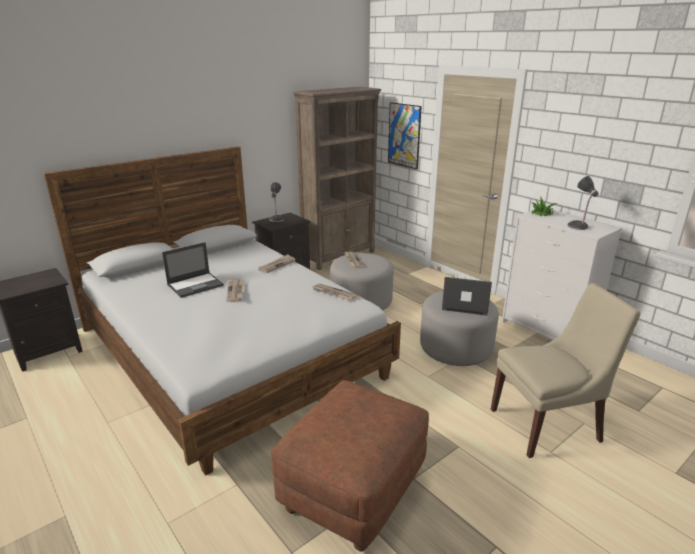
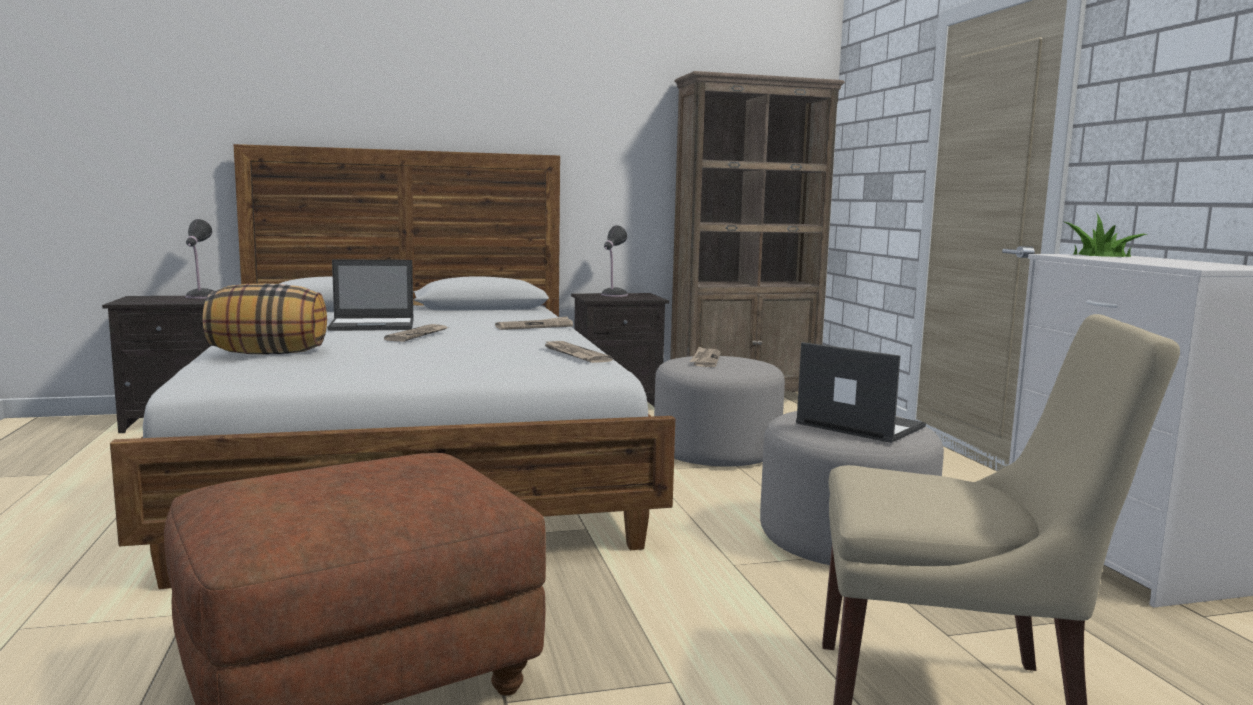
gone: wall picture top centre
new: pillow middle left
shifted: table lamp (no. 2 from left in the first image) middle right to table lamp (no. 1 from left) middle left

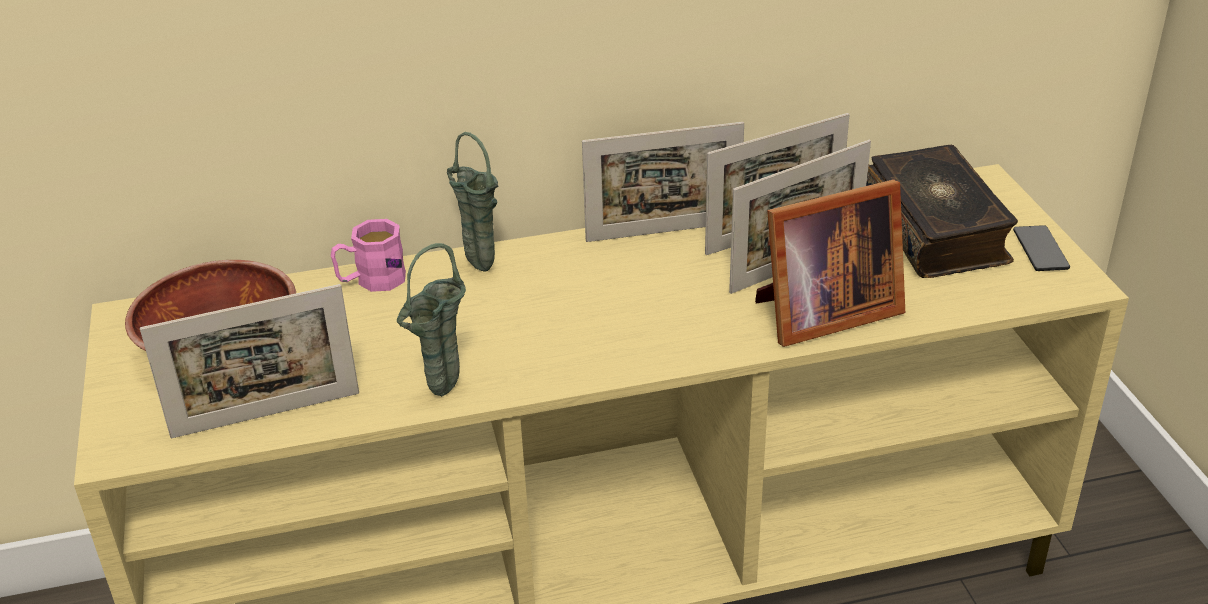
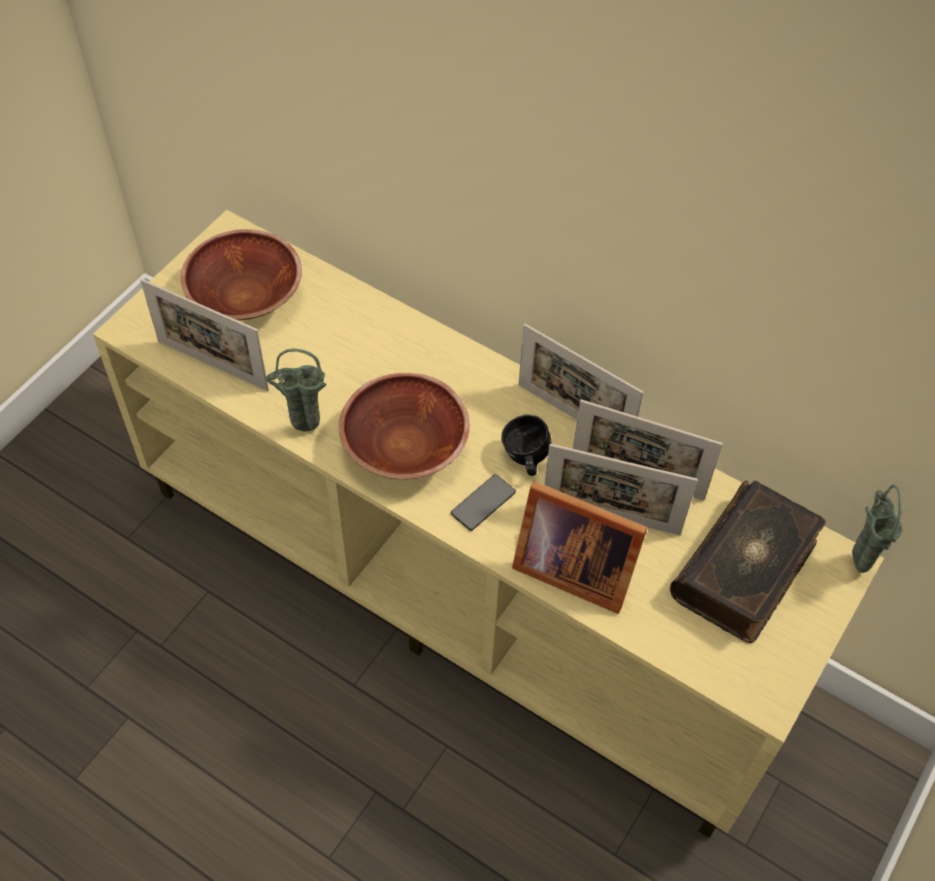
gone: tea mug (pinkish) middle left
new: bowl (brownish) (no. 2 from left) centre; tea mug (blackish) centre
shifted: vase (greenish) (no. 2 from left) centre to middle right; handset middle right to centre

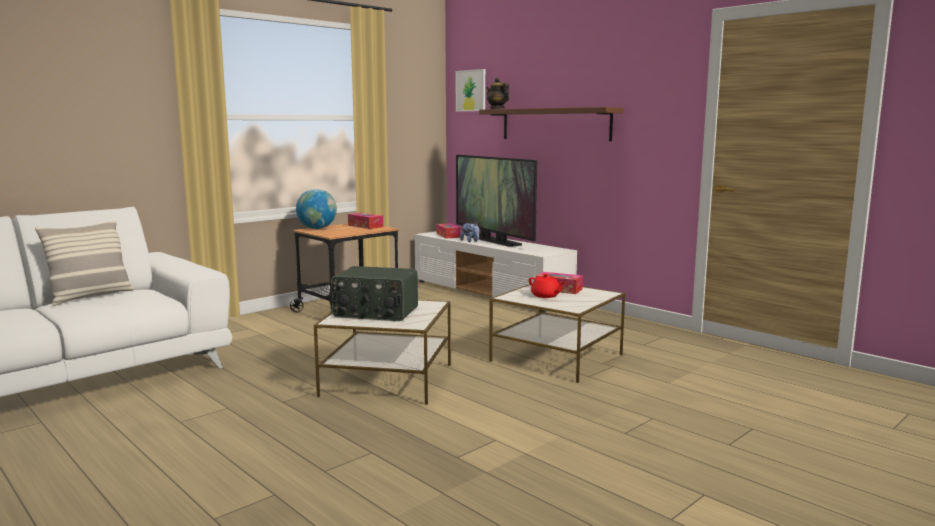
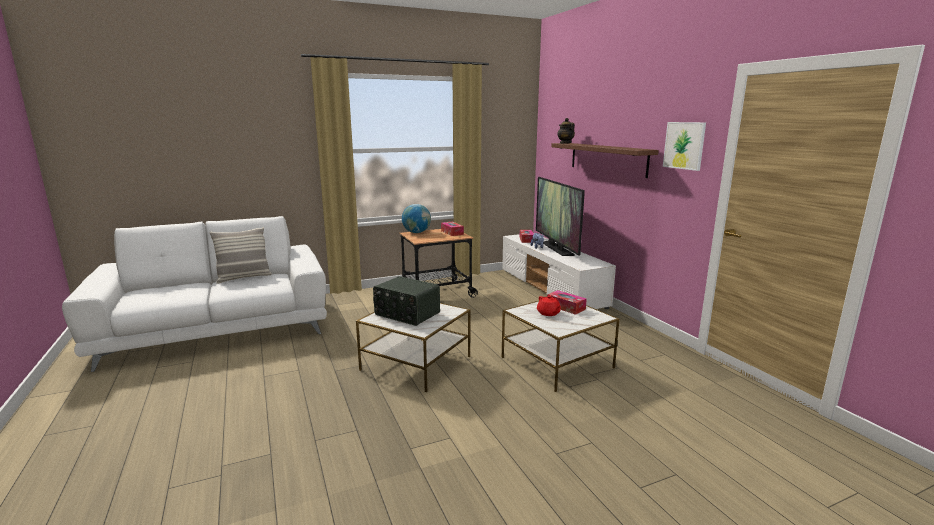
shifted: wall picture top centre to top right

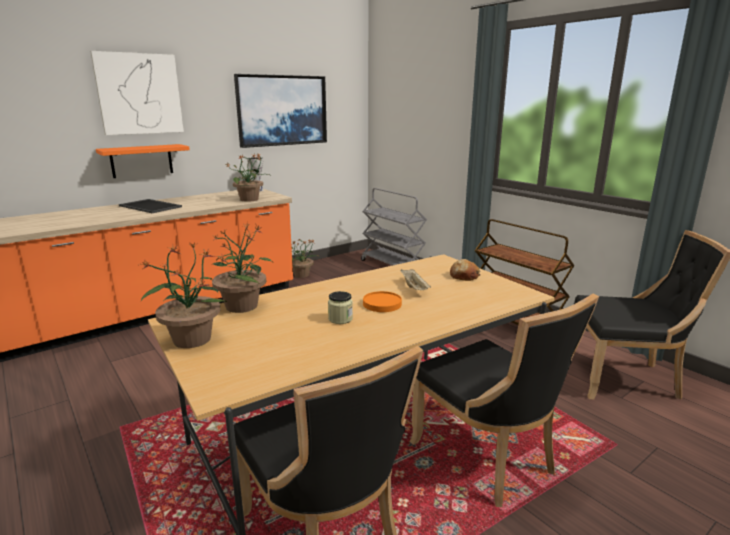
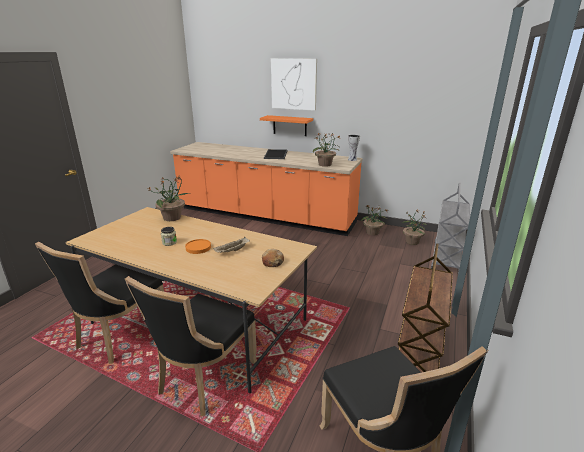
gone: wall picture (no. 2 from left) top centre
shifted: potted plant (no. 1 from left in the first image) middle left to potted plant (no. 4 from left) middle right

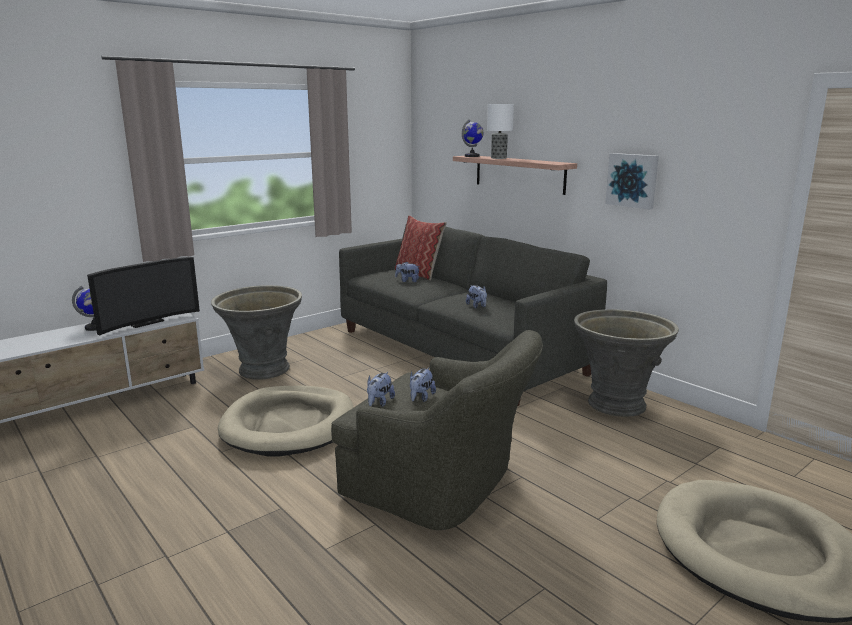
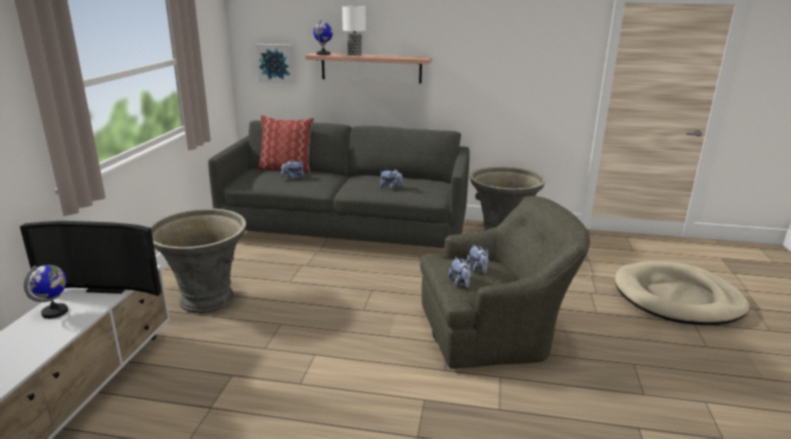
gone: pet bed (beige) (no. 1 from left) bottom centre
shifted: wall picture top right to top centre
rotated: TV set middle left = middle left 90 degrees clockwise

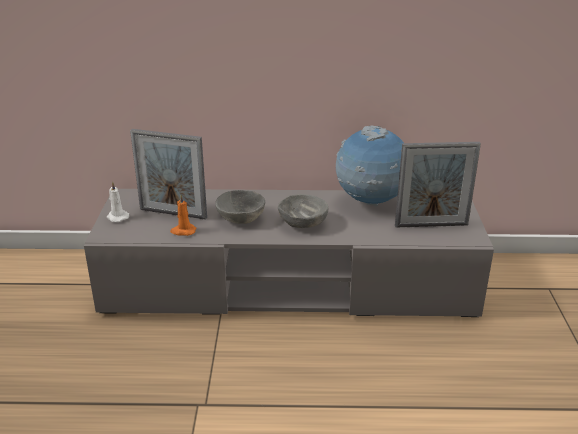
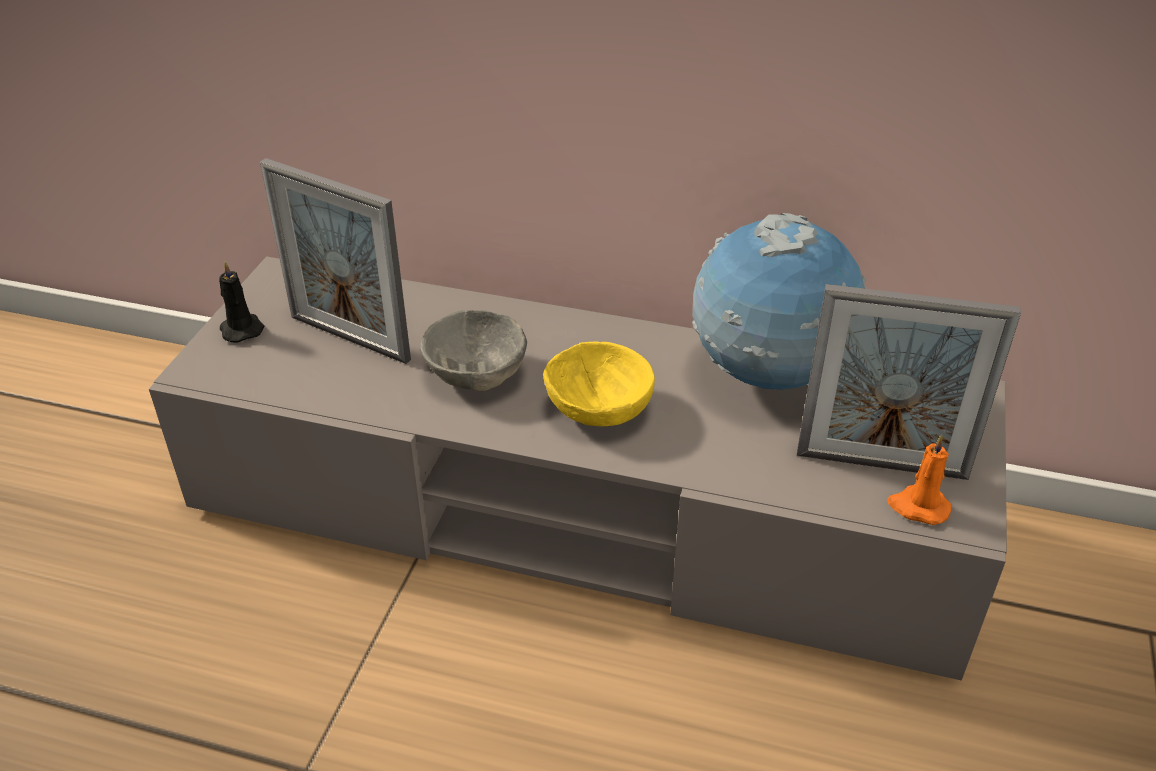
shifted: candle (orange-coloured) middle left to middle right
repainted: candle (whitish) middle left to candle (blackish) middle left; bowl (grey) (no. 2 from left) centre to bowl (yellowish) centre

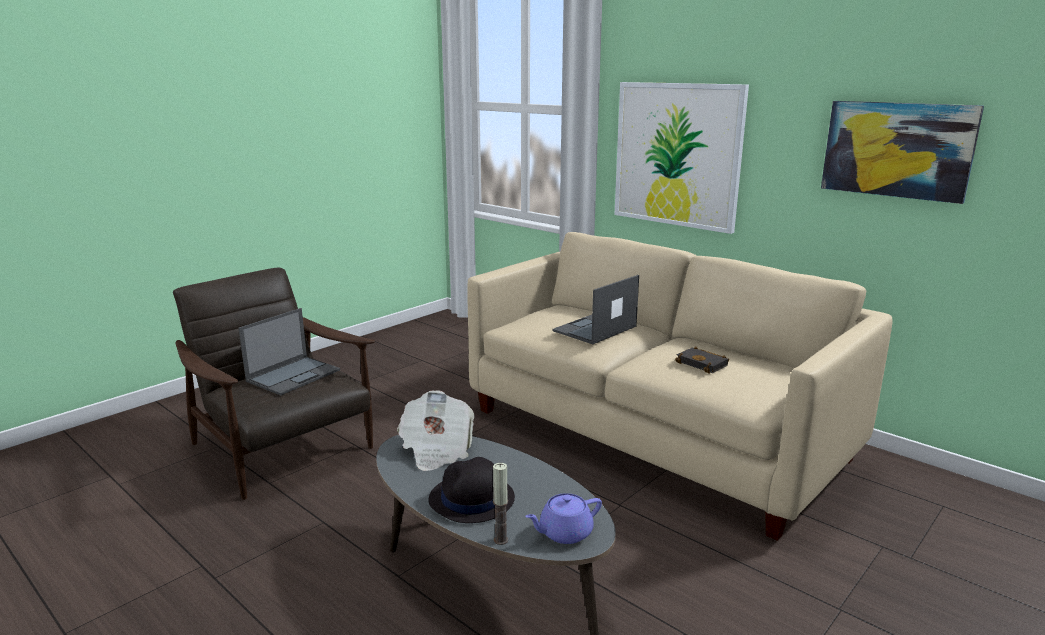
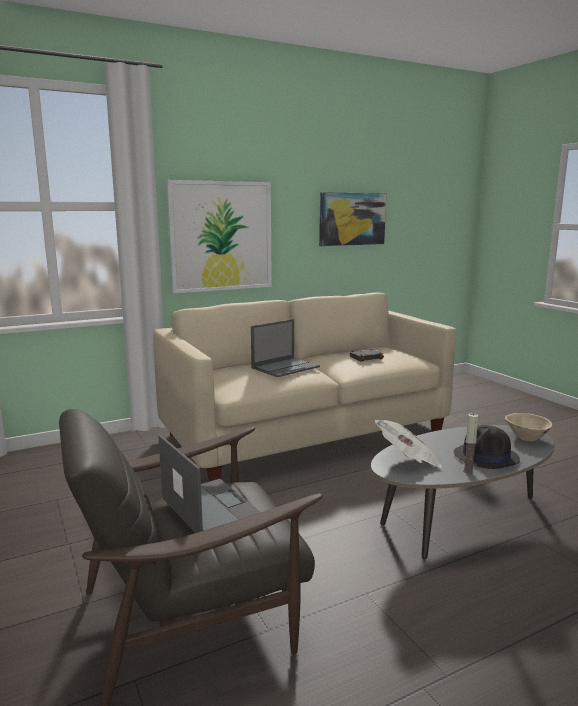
shifted: candle bottom centre to middle right
swapped: tea pot (purple) bottom centre to bowl (beige) middle right
rotated: laptop (no. 2 from left) centre = centre 105 degrees counterclockwise

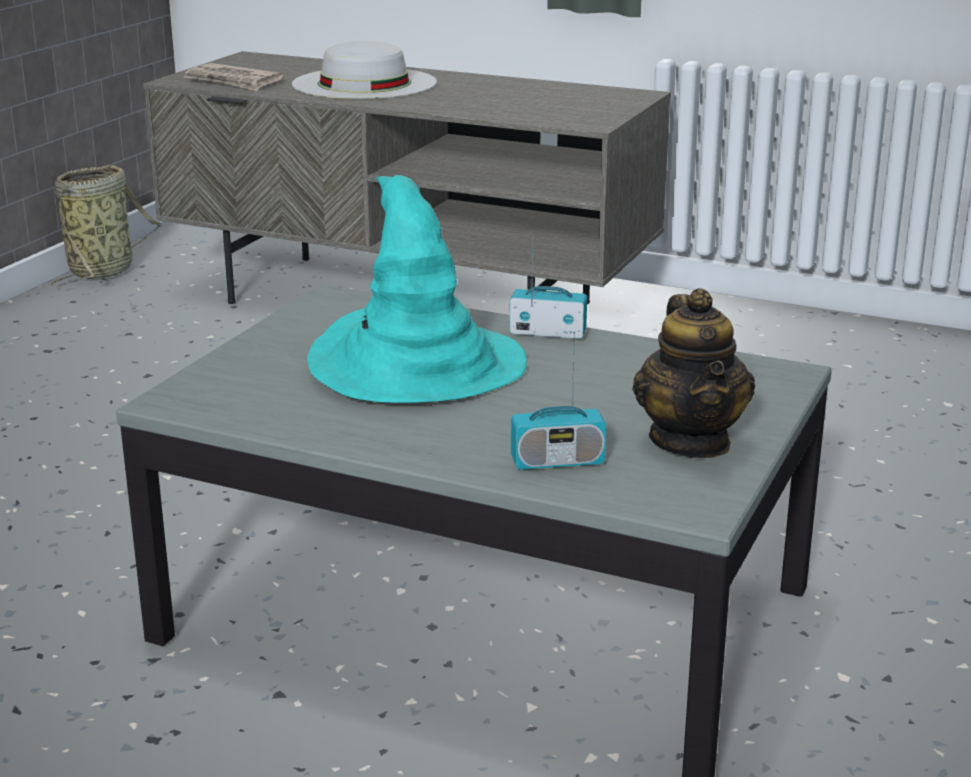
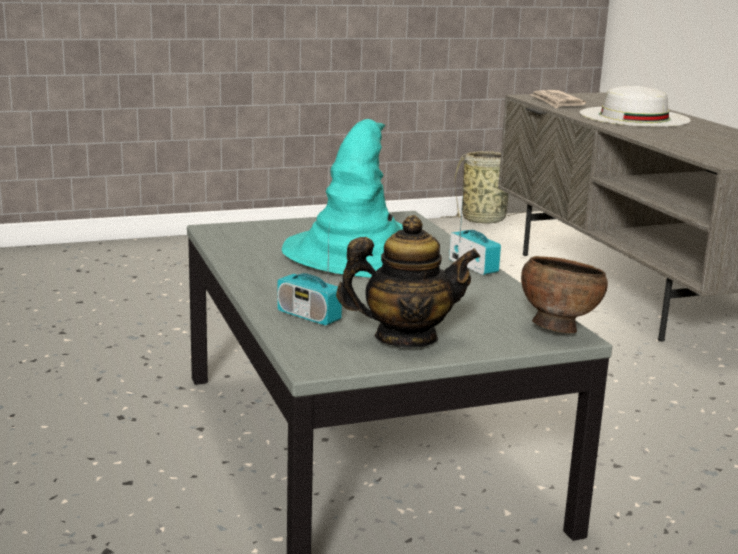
new: bowl (brownish) middle right
rotated: tea pot middle right = centre 135 degrees counterclockwise

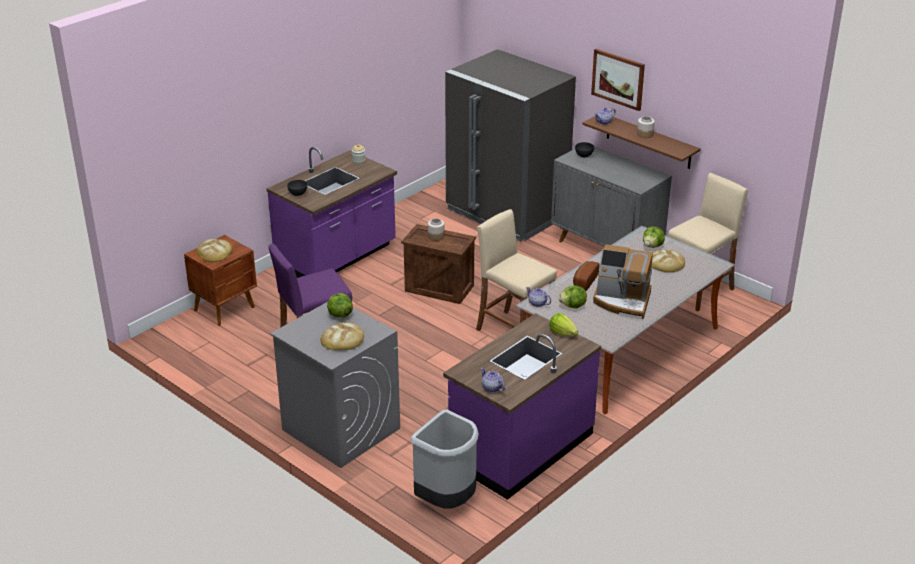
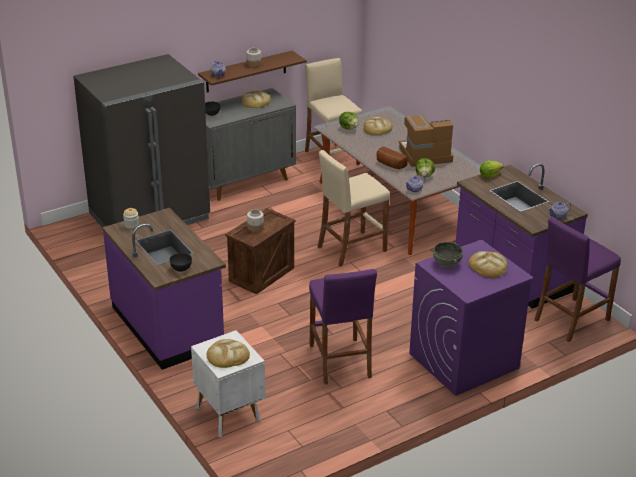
gone: wall picture top right
new: bread (no. 2 from left) top centre
swapped: lettuce head (no. 1 from left) centre to bowl (grey) (no. 3 from left) middle right; trash can (grey) bottom centre to stool seat (purple) (no. 2 from left) middle right
repainted: nightstand (brownish) middle left to nightstand (whitish) bottom centre; laundry appliance (grey) bottom centre to laundry appliance (purple) bottom right
rotated: coffee maker middle right = top right 135 degrees counterclockwise

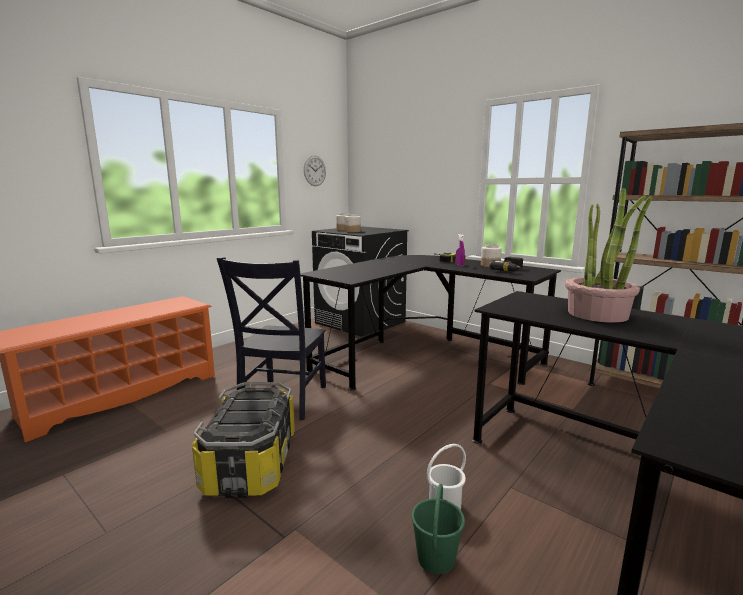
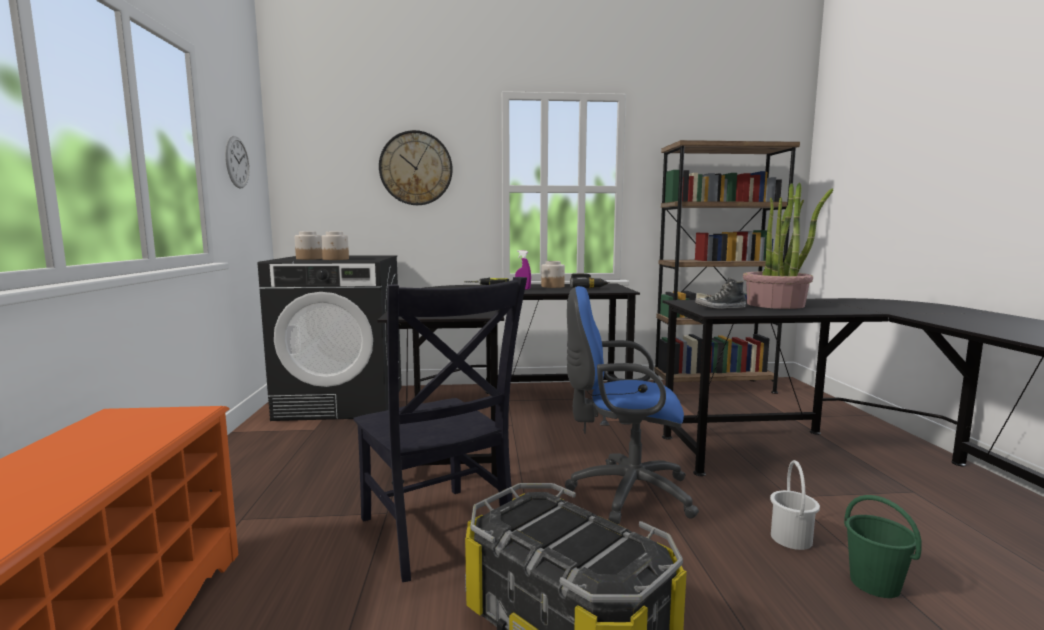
new: hanging clock (no. 2 from left) top centre; desk chair (blue-coloured) centre; low shoe middle right

